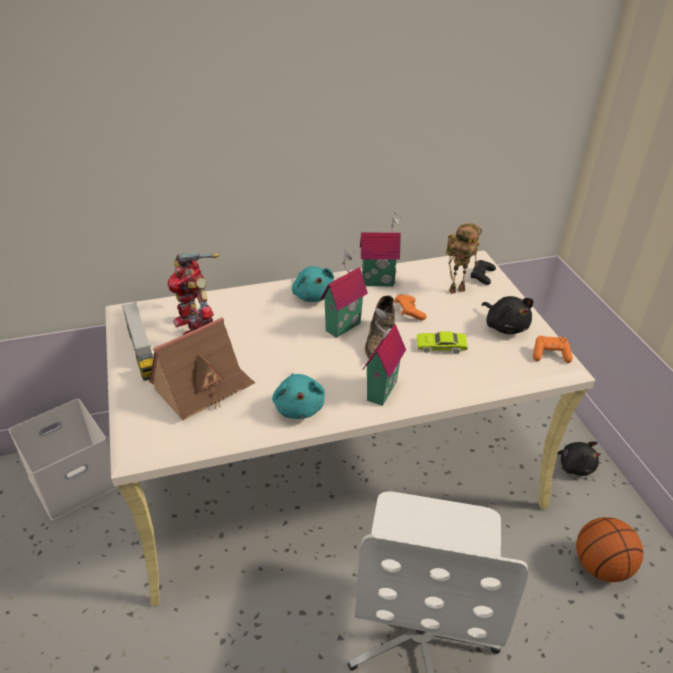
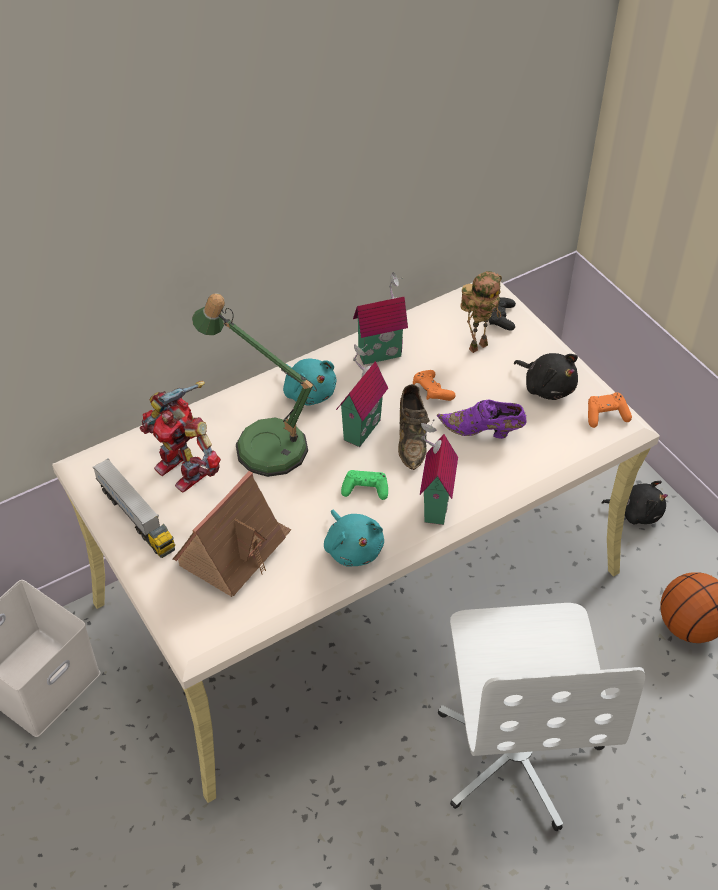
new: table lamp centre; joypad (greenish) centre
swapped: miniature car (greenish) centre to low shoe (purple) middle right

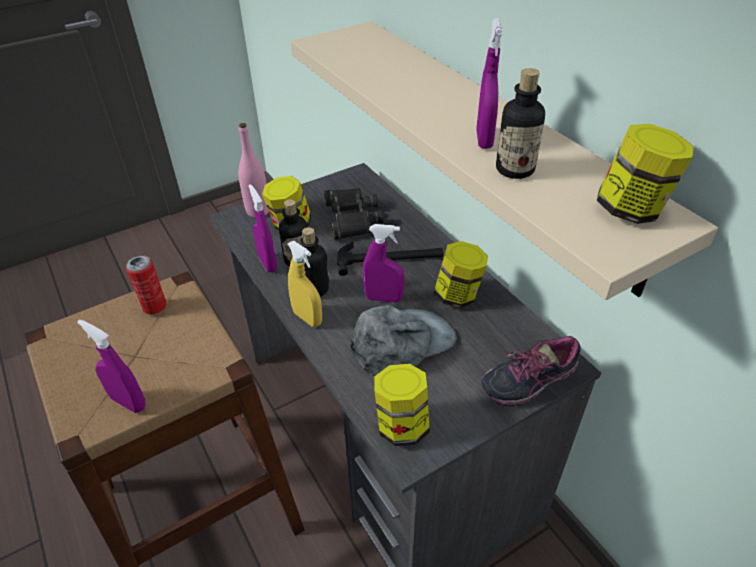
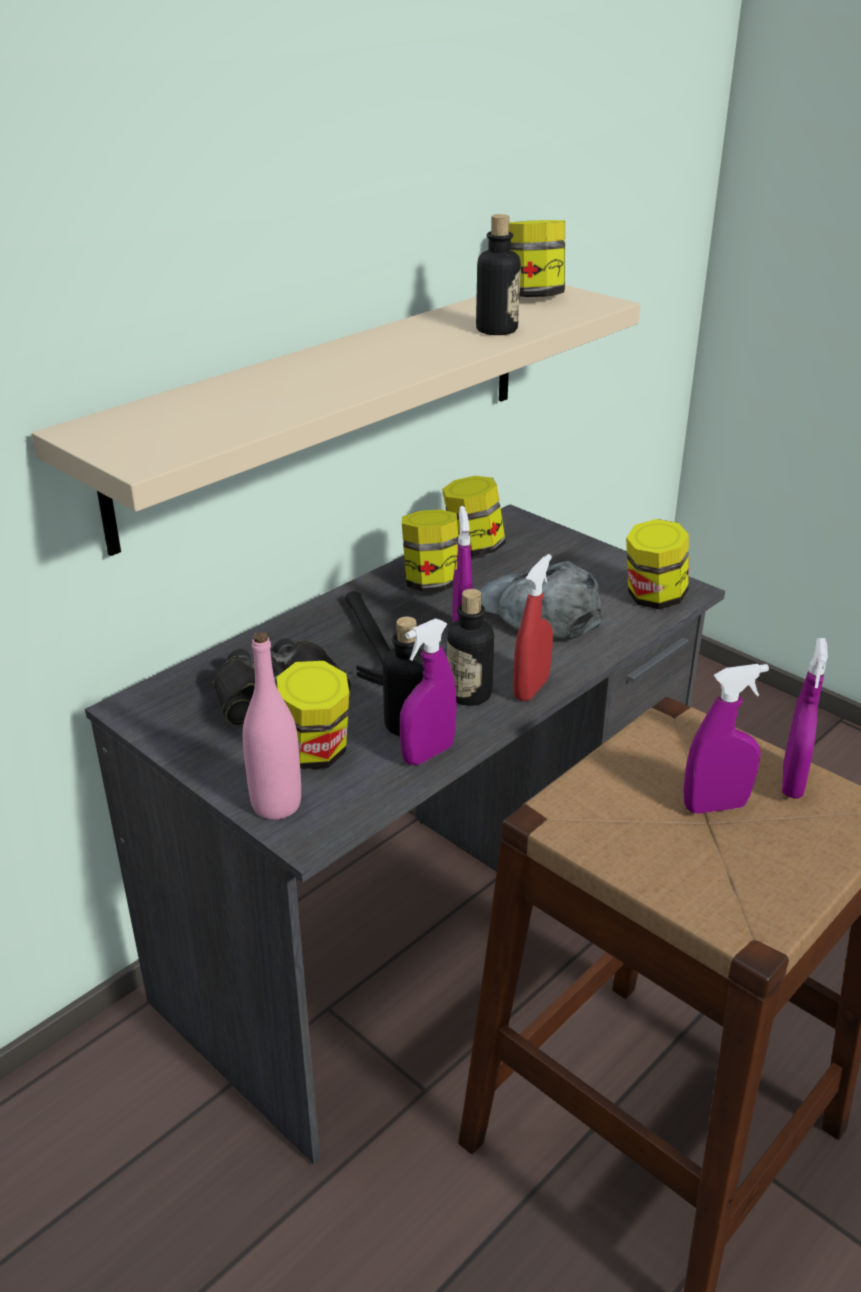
gone: sealed can middle left; low shoe middle right
new: storage jar (no. 3 from left) centre
shifted: spray bottle (purple) (no. 4 from left in the first image) top centre to spray bottle (purple) (no. 3 from left) middle right
repainted: spray bottle (yellowish) centre to spray bottle (red) centre

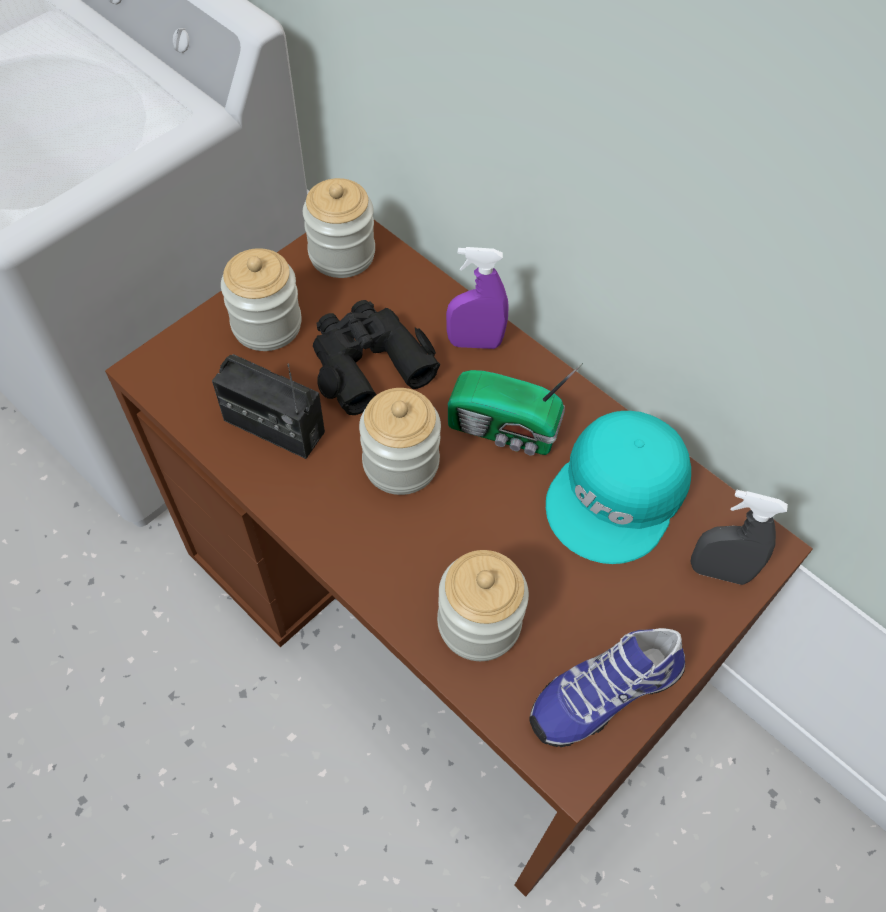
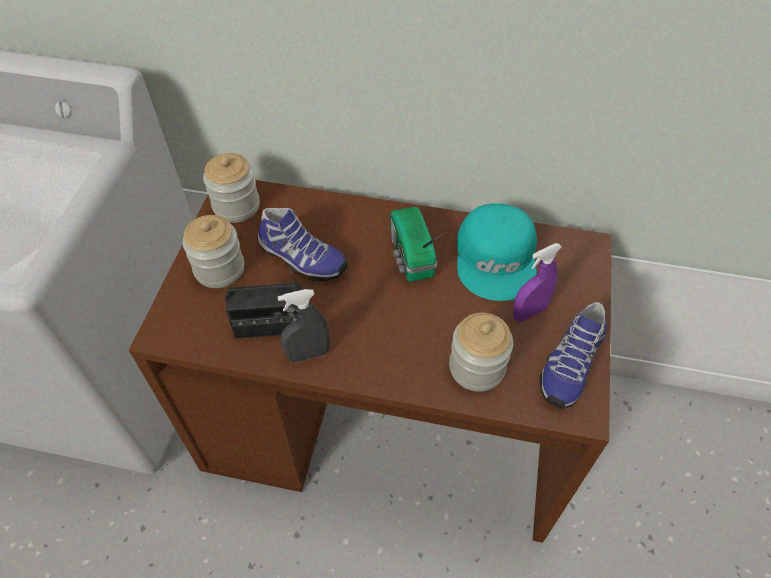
gone: storage jar (no. 3 from left) centre
shifted: spray bottle (purple) top centre to middle right; spray bottle (grey) middle right to centre
swapped: pair of binoculars (blackish) centre to low shoe (no. 1 from left) centre
rotated: radio receiver (no. 2 from left) centre = centre 90 degrees clockwise

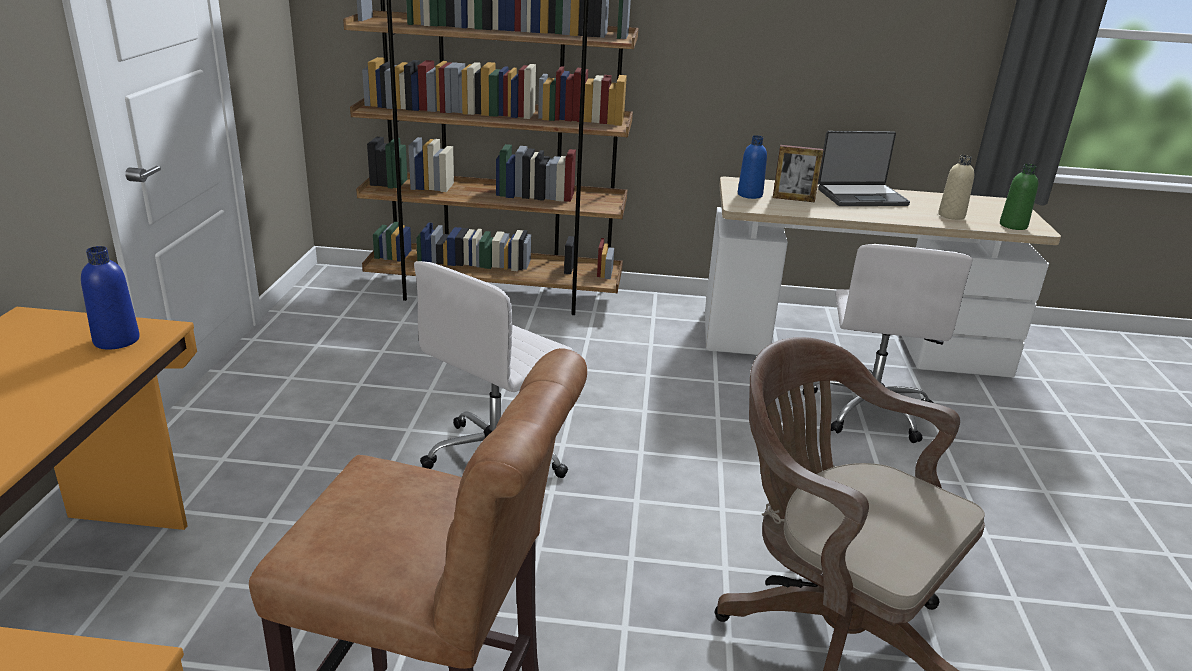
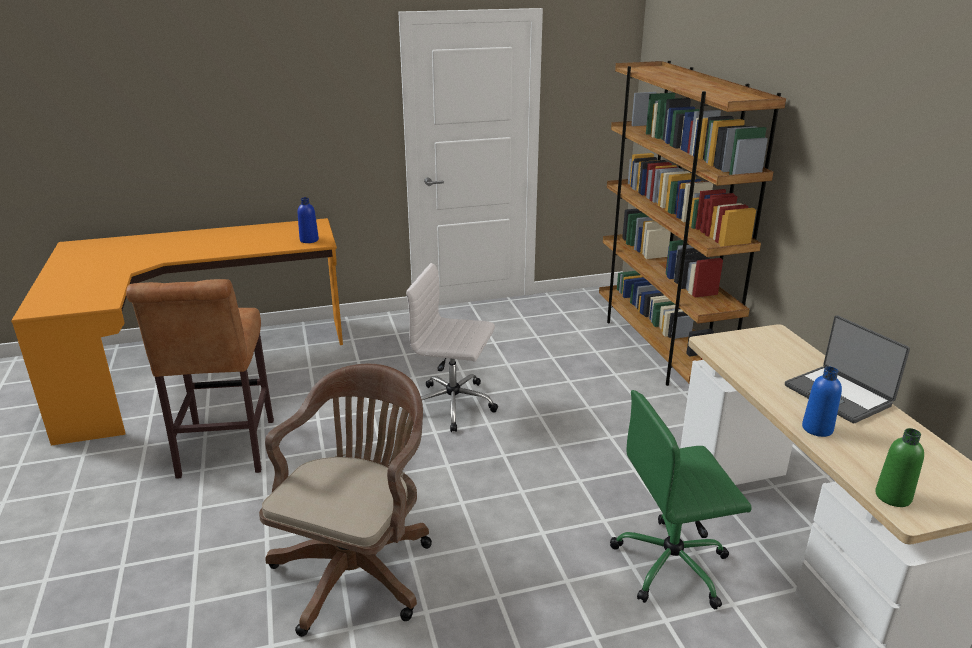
gone: standing frame top right; beverage bottle (beige) top right
shifted: beverage bottle (blue-coloured) (no. 2 from left) top centre to middle right
repainted: desk chair (whitish) (no. 2 from left) middle right to desk chair (greenish) bottom right

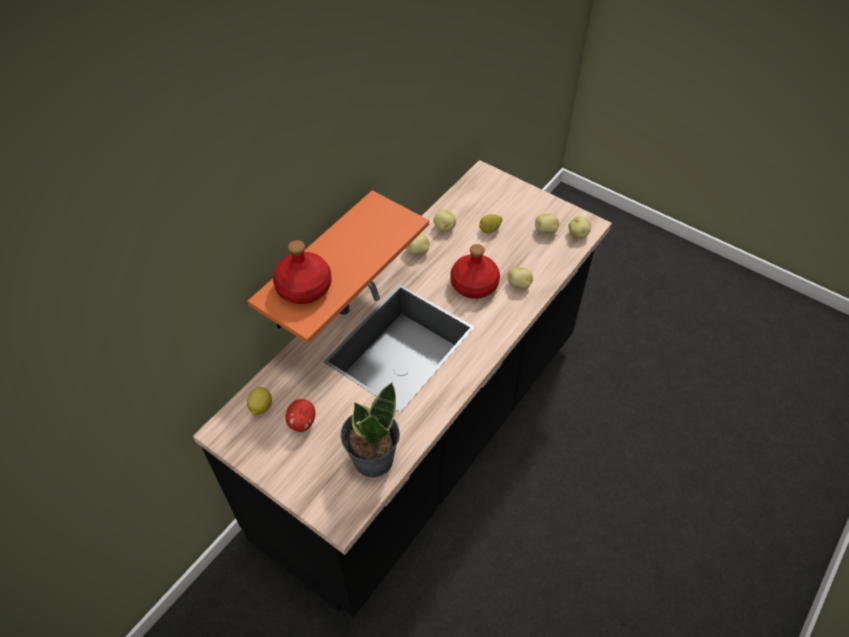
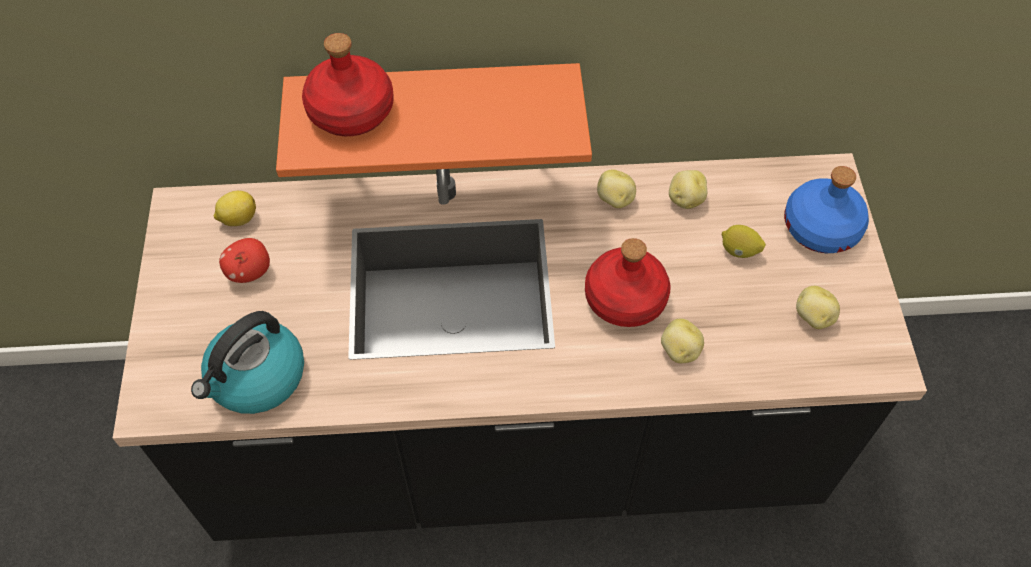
gone: potato (no. 5 from left) middle right
new: beverage bottle (blue-coloured) middle right
swapped: potted plant bottom centre to tea kettle middle left

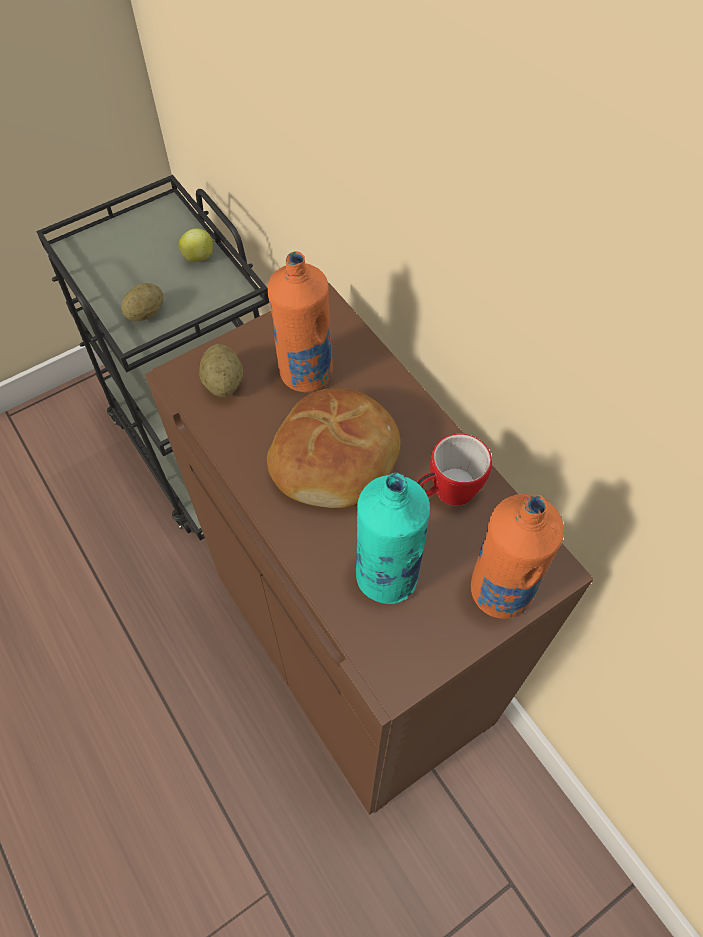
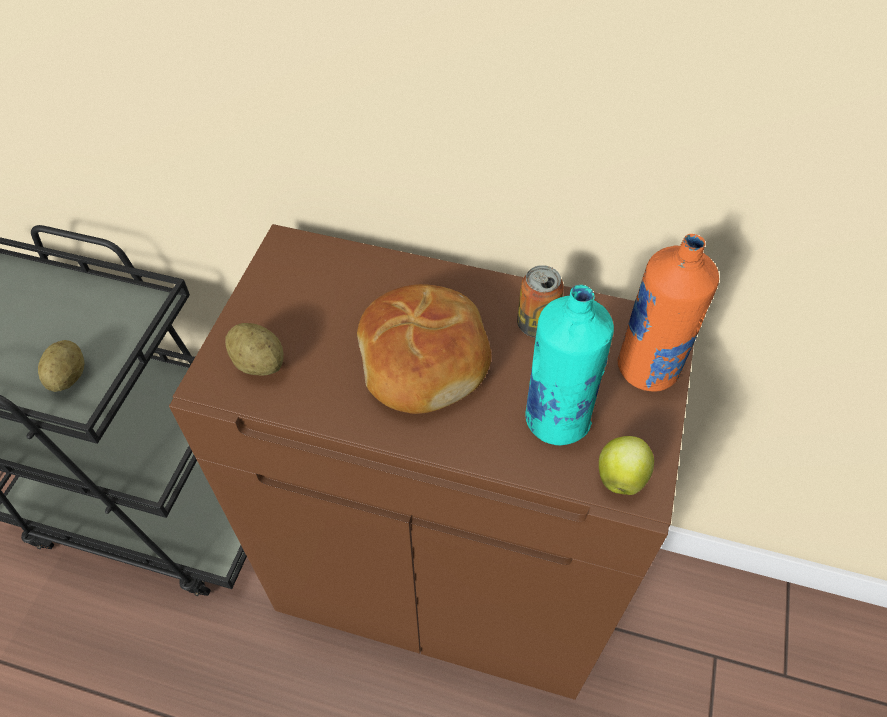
gone: beverage bottle (orange-coloured) (no. 1 from left) centre
shifted: apple fruit top left to middle right
swapped: tea mug centre to sealed can centre

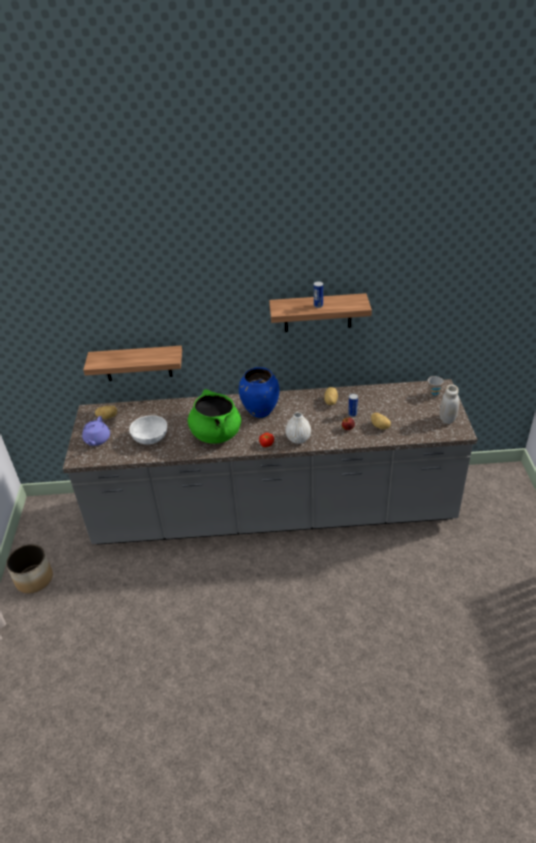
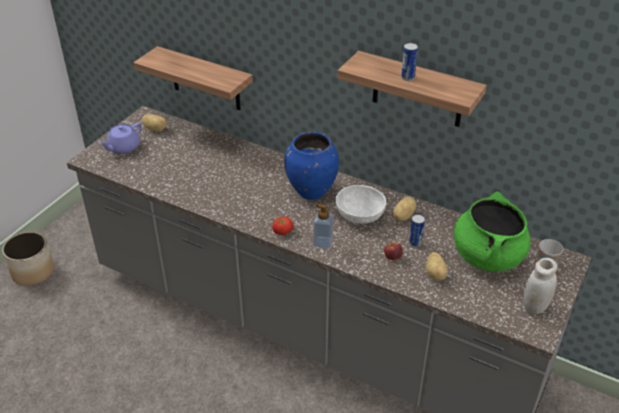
shifted: bowl (whitish) middle left to centre; saucepot (greenish) centre to middle right
swapped: vase (whitish) centre to liquid soap bottle centre

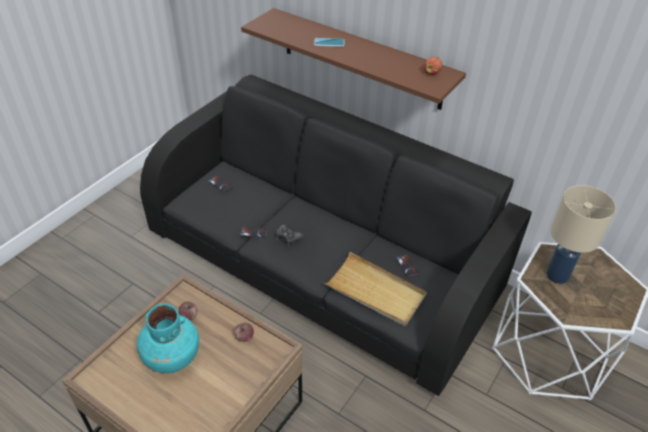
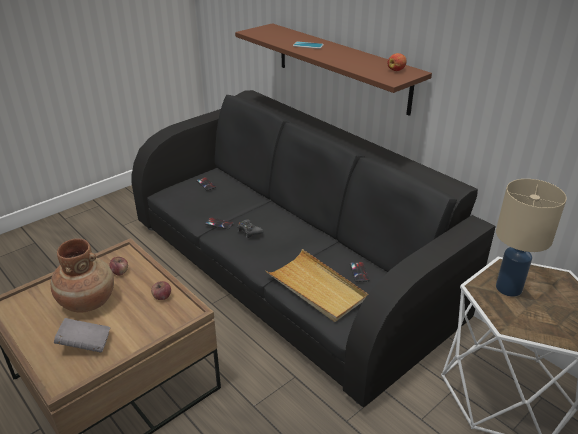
new: book (grey) bottom left
repainted: vase (turquoise-coloured) bottom left to vase (brownish) middle left

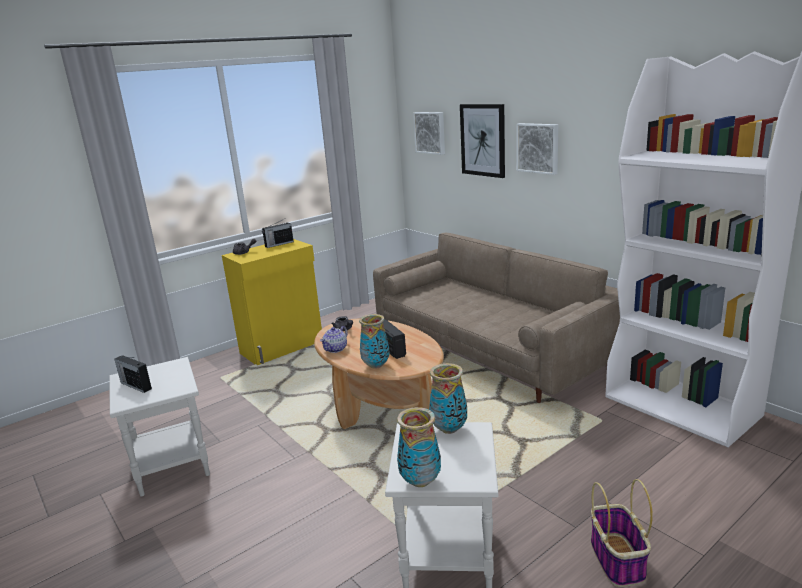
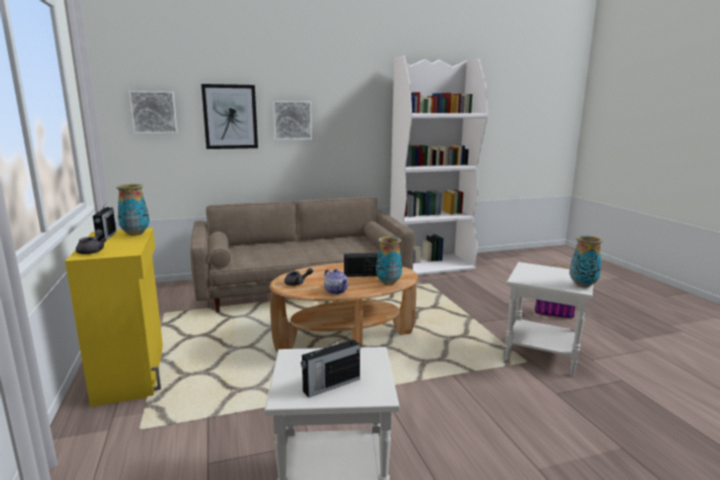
shifted: vase (no. 3 from left in the first image) bottom centre to vase (no. 1 from left) middle left

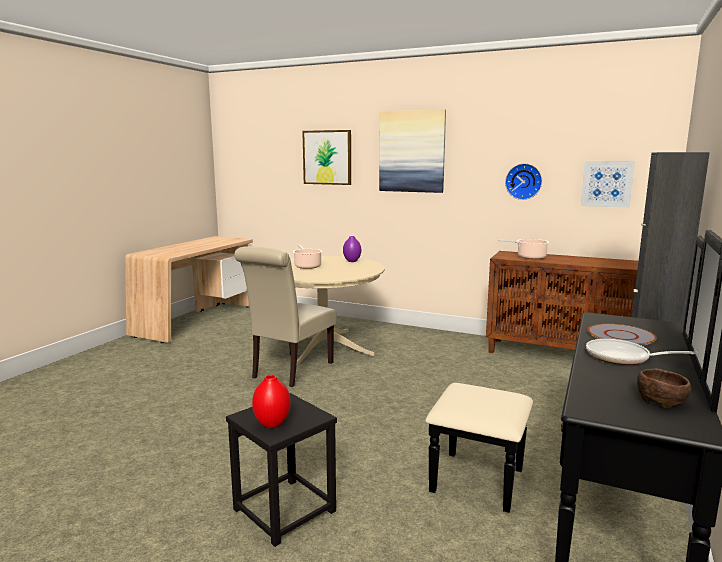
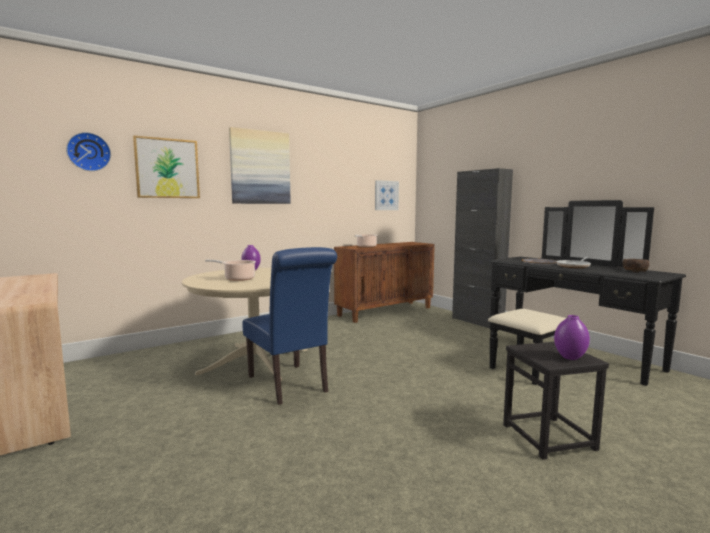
shifted: hanging clock top right to top left
repainted: upright chair (beige) centre to upright chair (blue-coloured) centre; vase (red) bottom centre to vase (purple) (no. 2 from left) middle right

